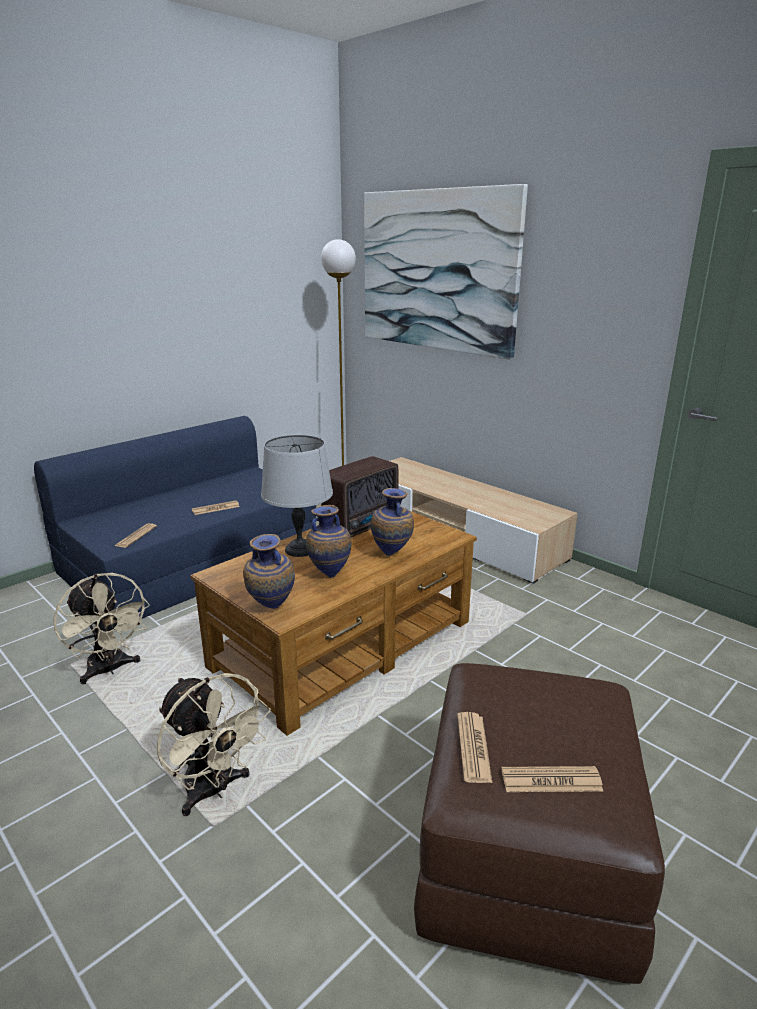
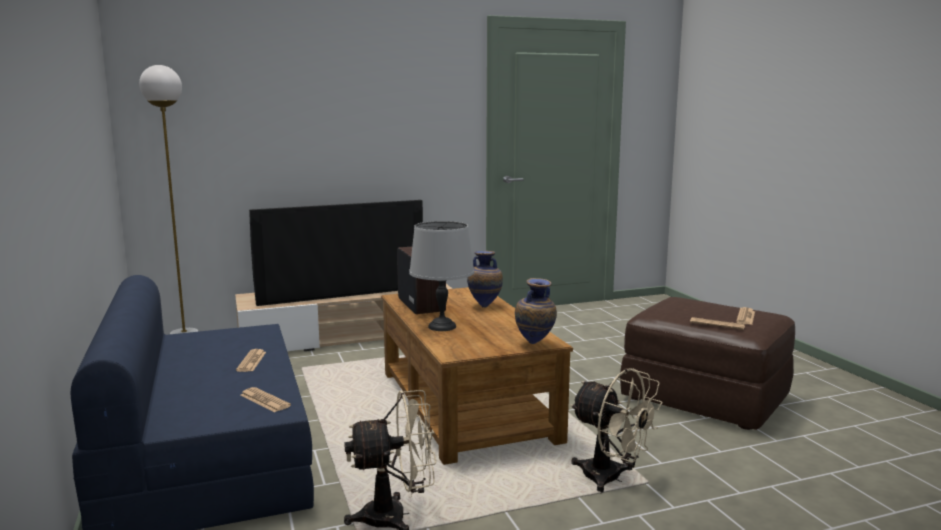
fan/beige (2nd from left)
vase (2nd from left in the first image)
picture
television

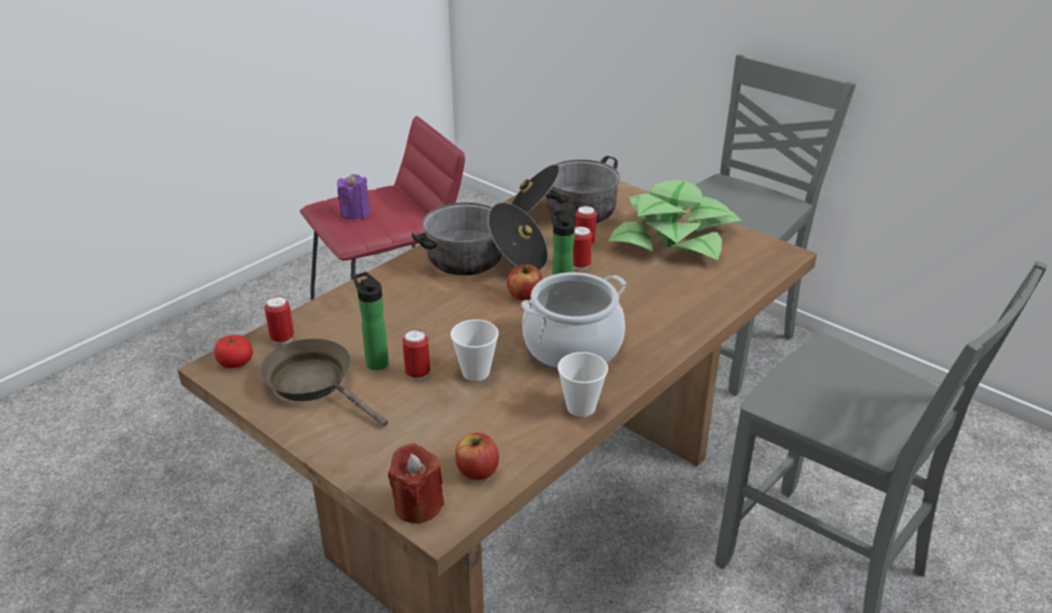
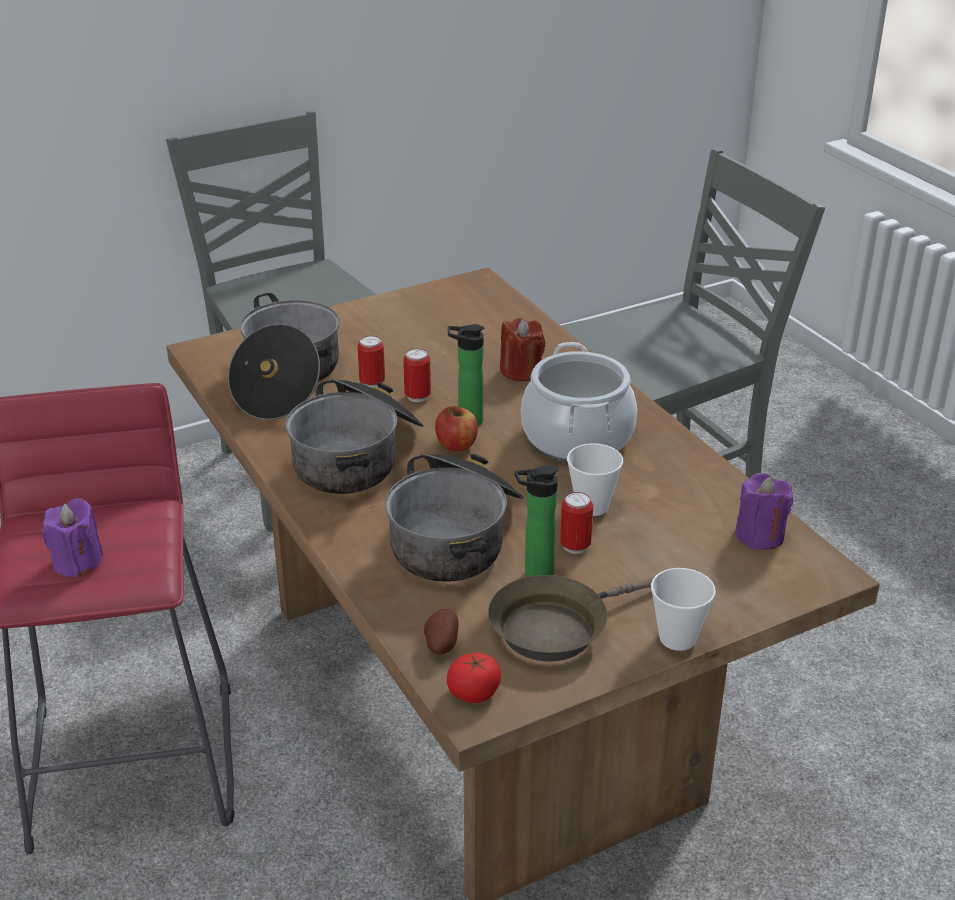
potato
candle/red
candle/purple (2nd from left)
cup (2nd from left)
potted plant
cooking pot (3rd from left)

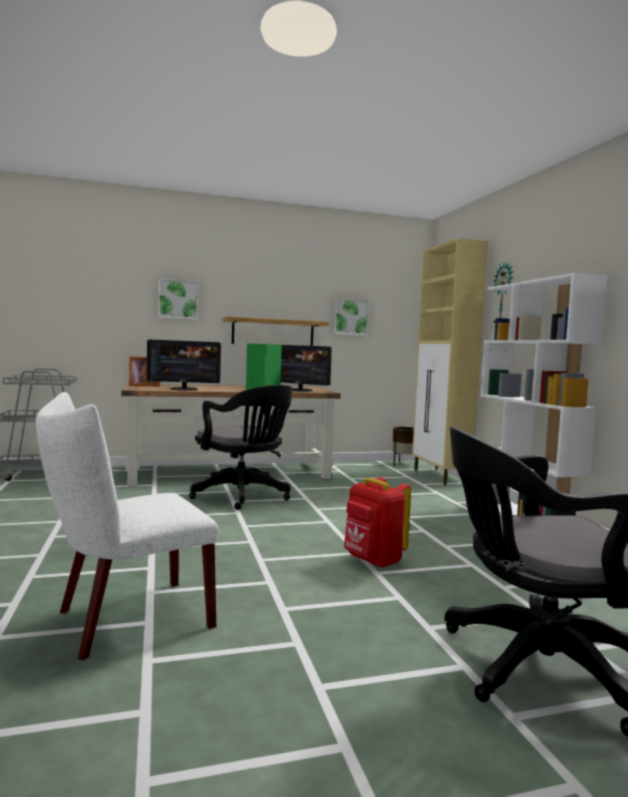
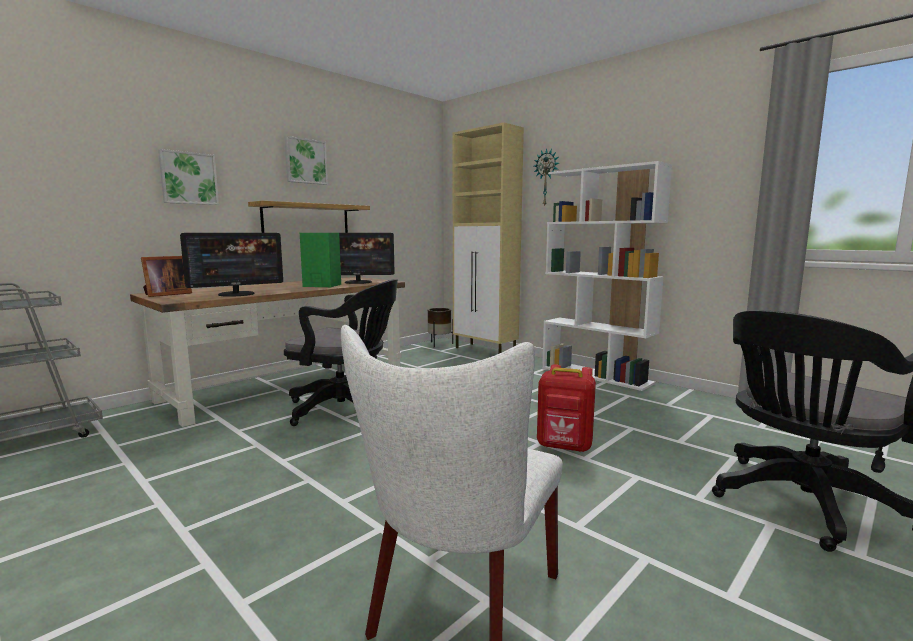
picture (2nd from left)

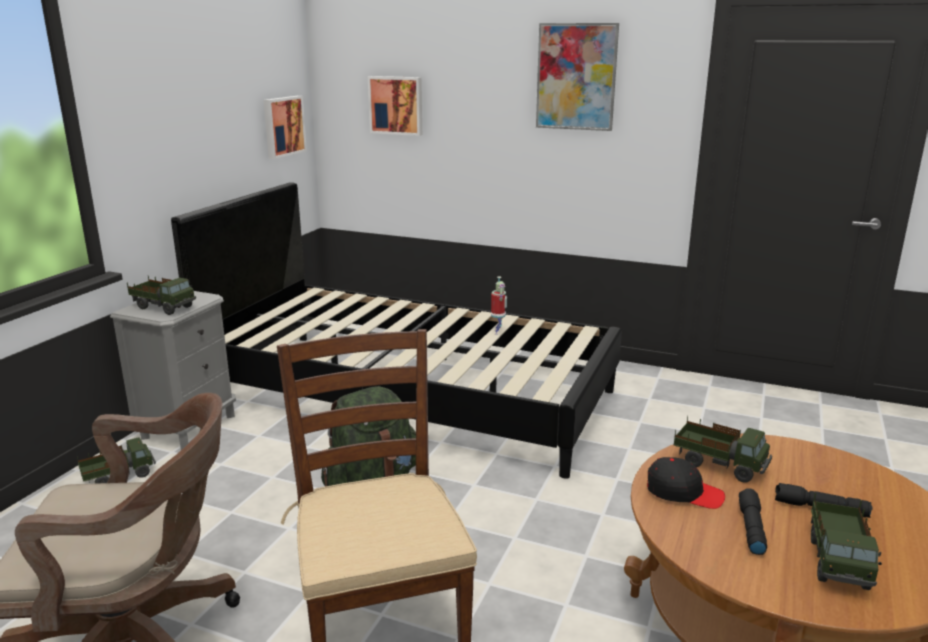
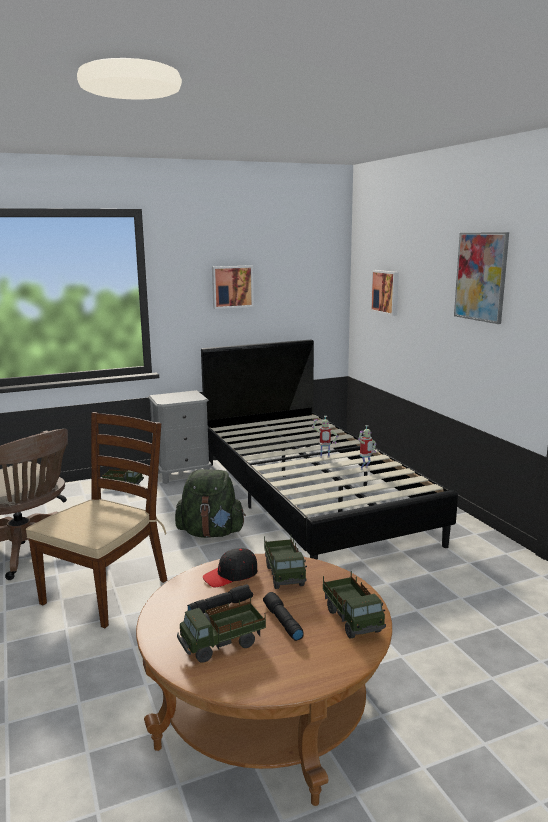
toy truck (4th from left)
picture (1st from left)
cap/black
toy robot (1st from left)

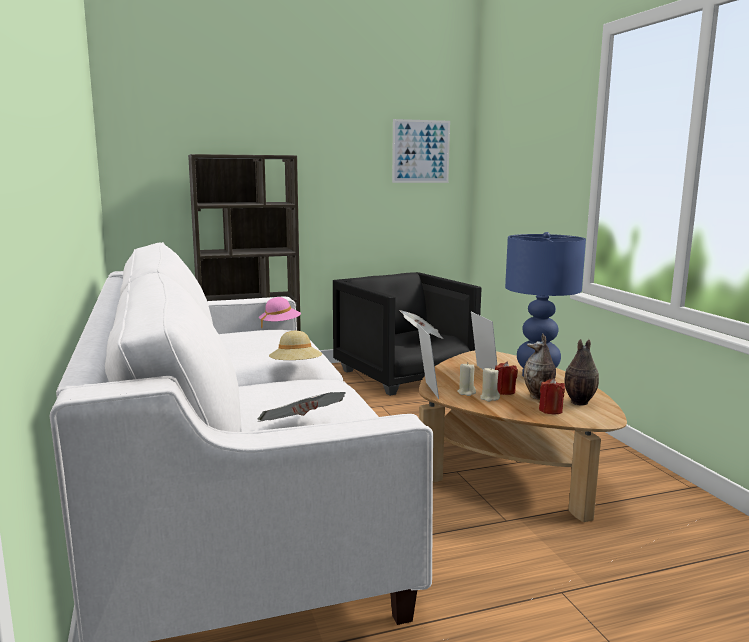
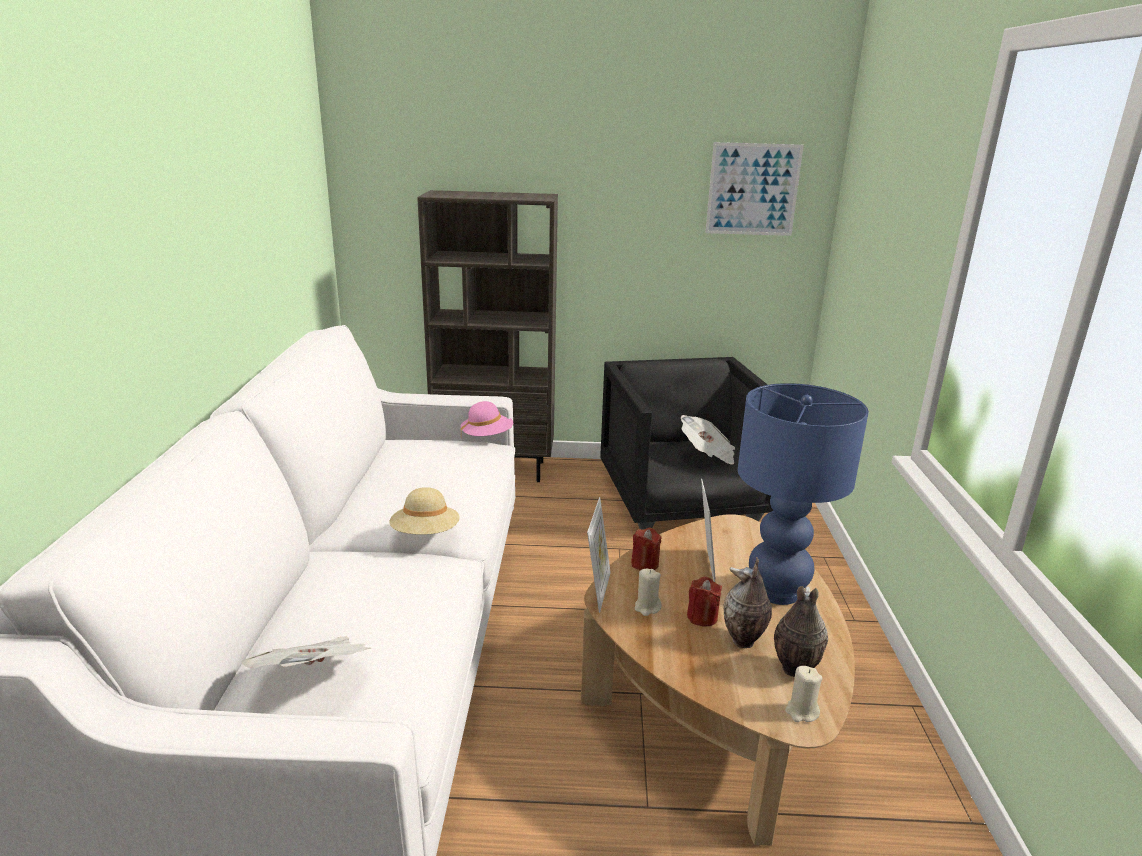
candle/beige (2nd from left)
candle/red (1st from left)

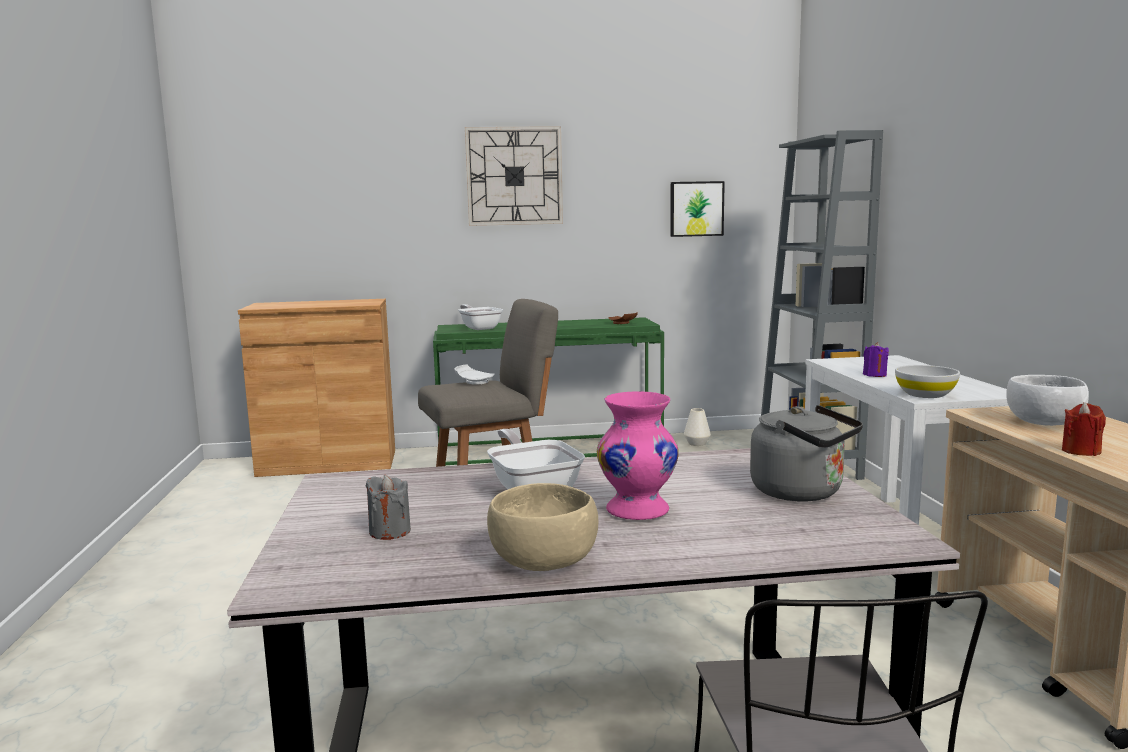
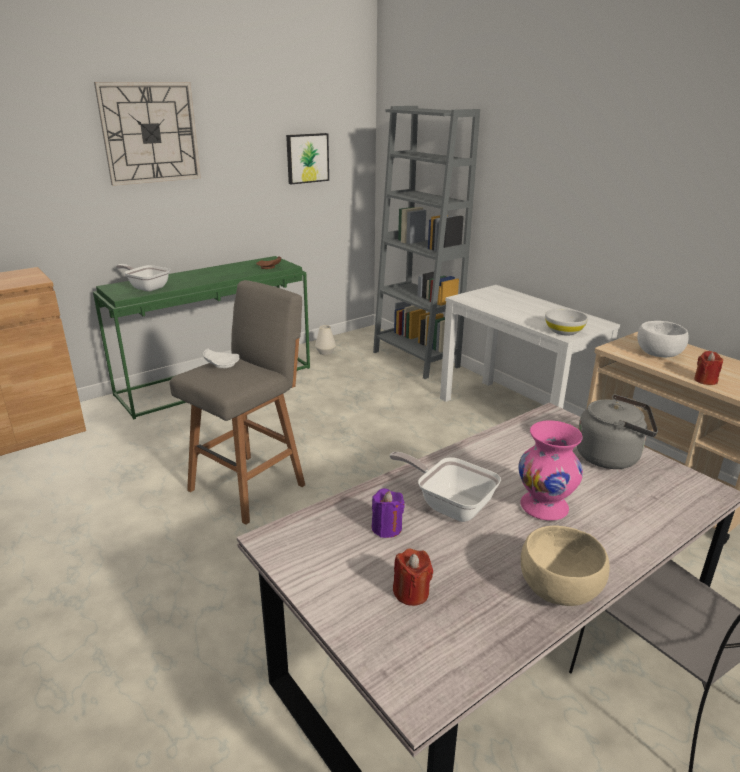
candle/red (1st from left)
candle/purple

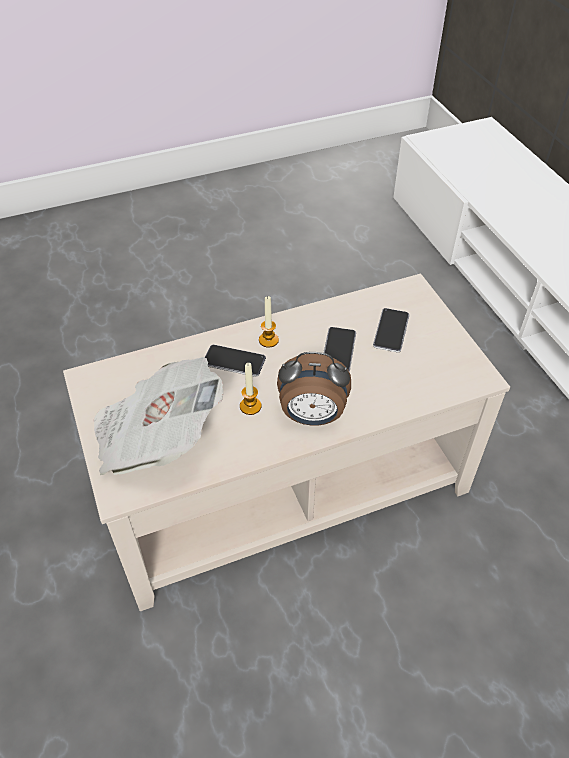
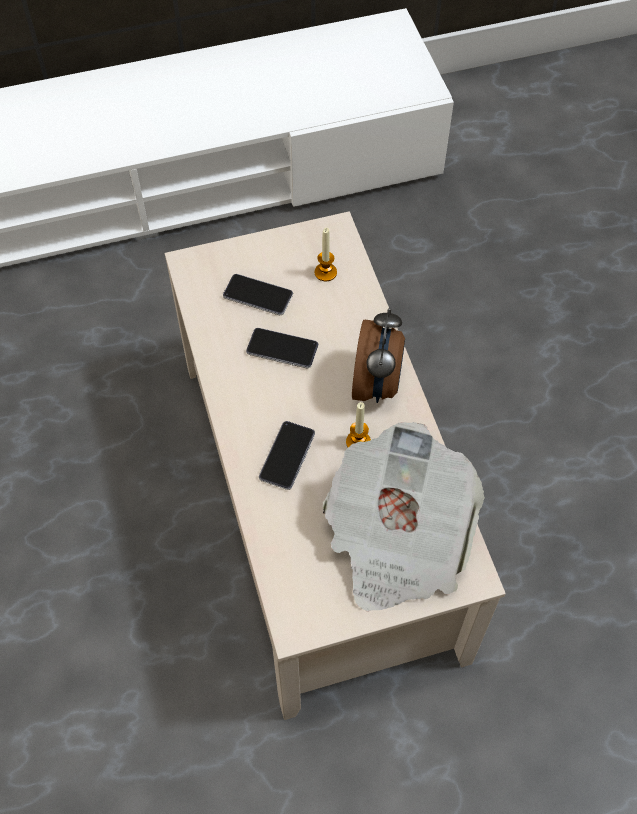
candle (1st from left)

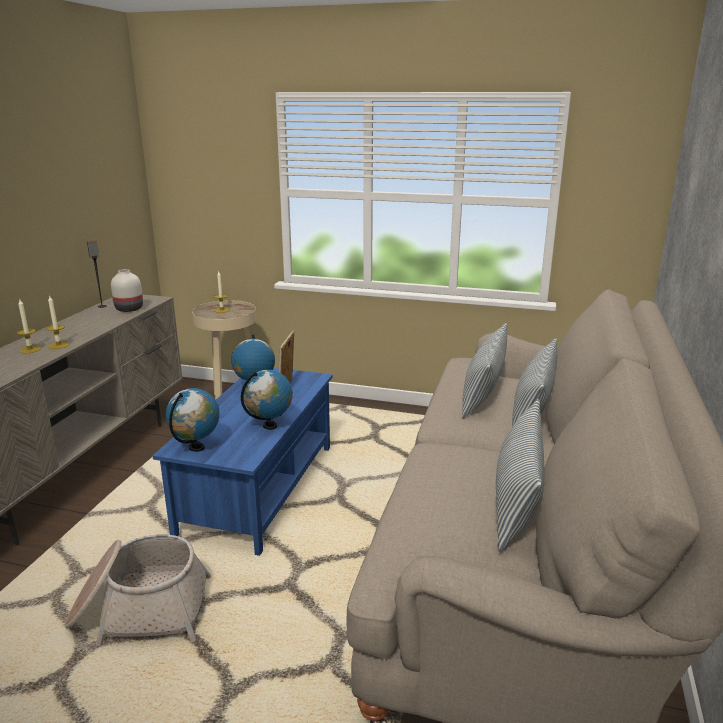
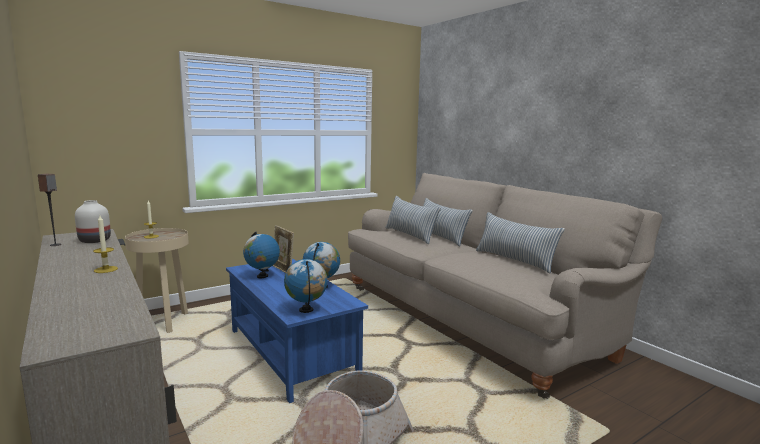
candle (1st from left in the first image)

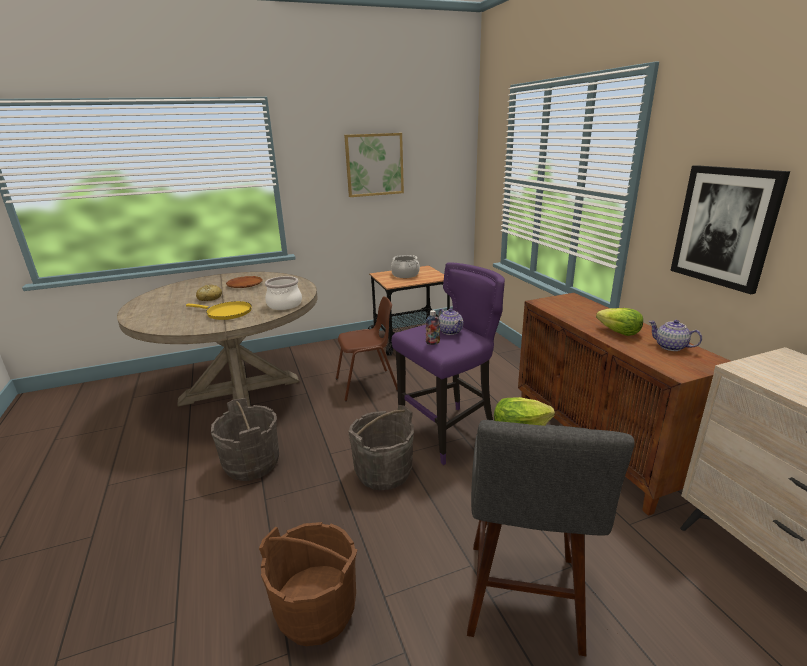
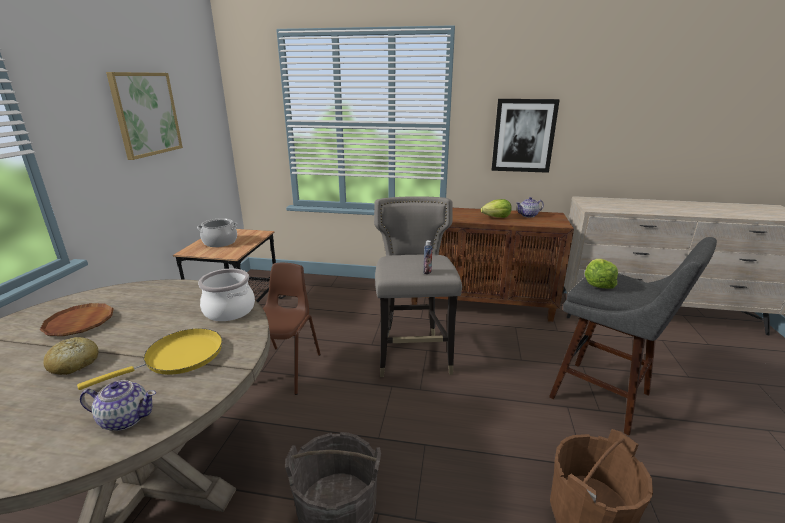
bucket/grey (2nd from left in the first image)
stool/grey (1st from left)
teapot (1st from left)

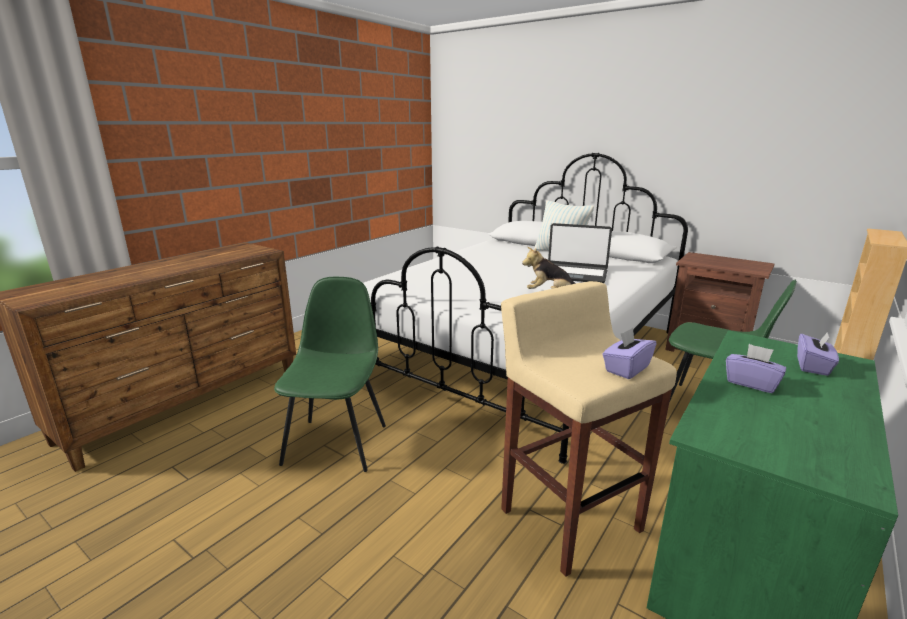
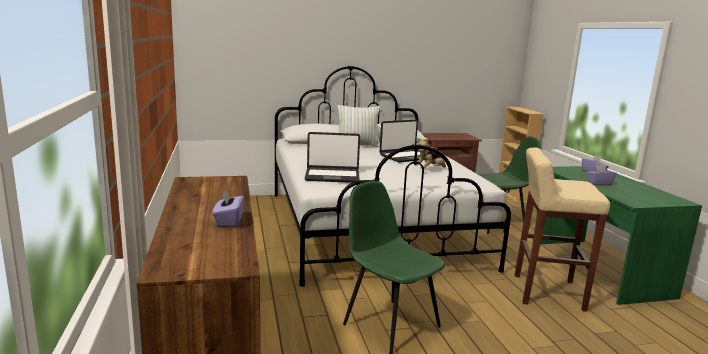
tissue box/purple (1st from left)
laptop (1st from left)

